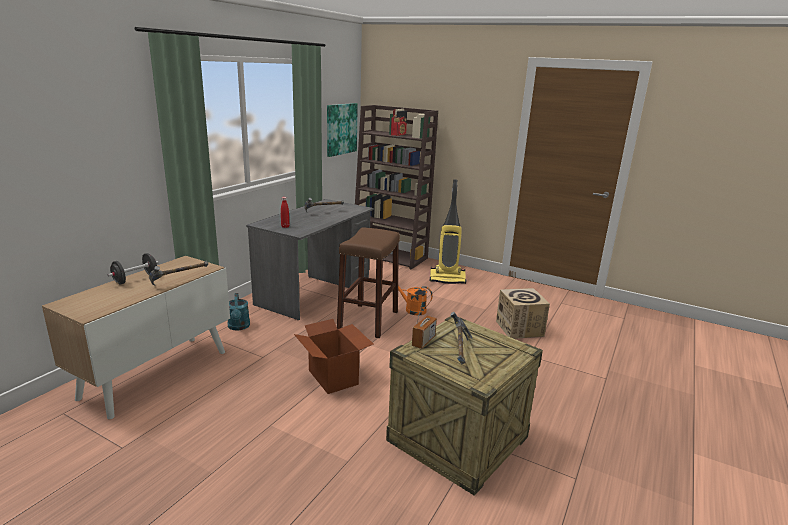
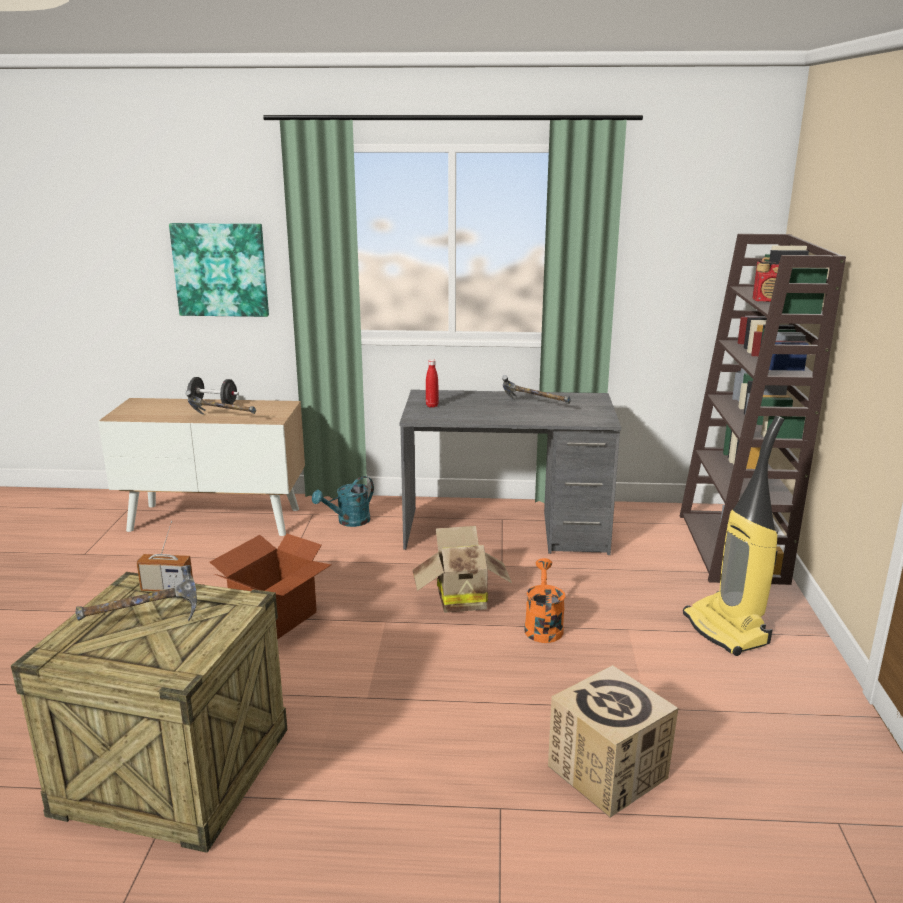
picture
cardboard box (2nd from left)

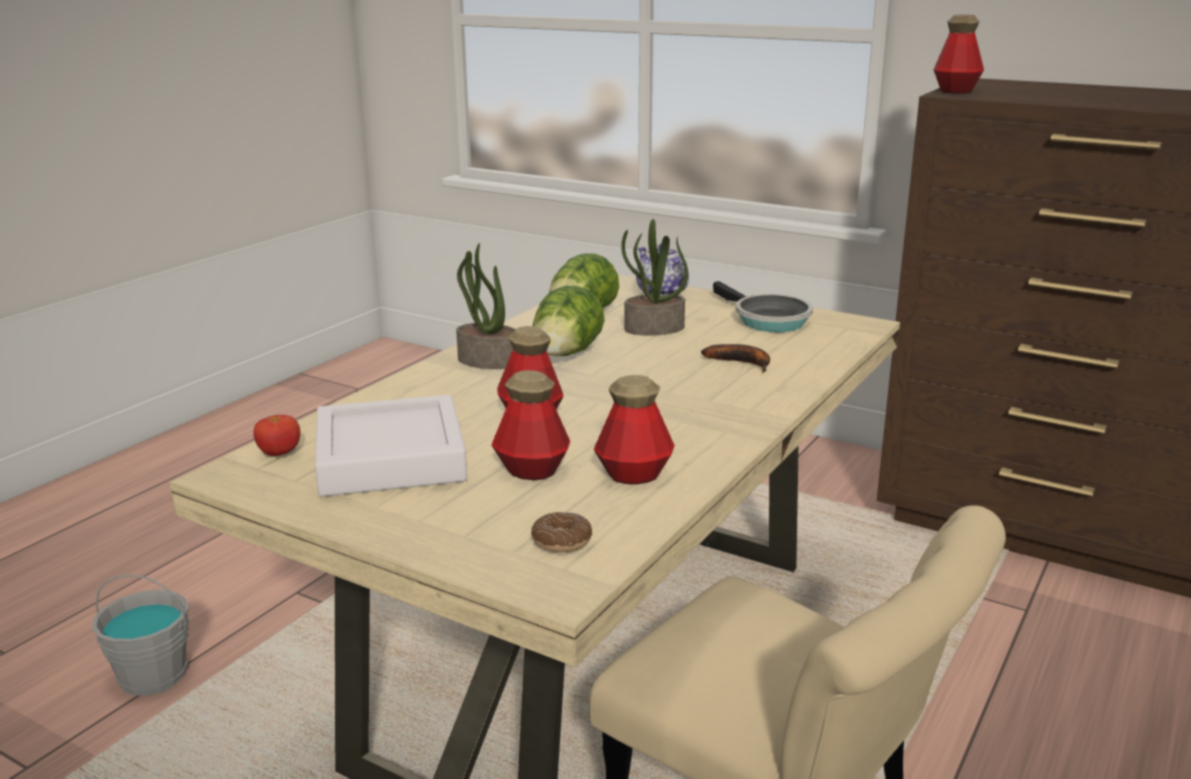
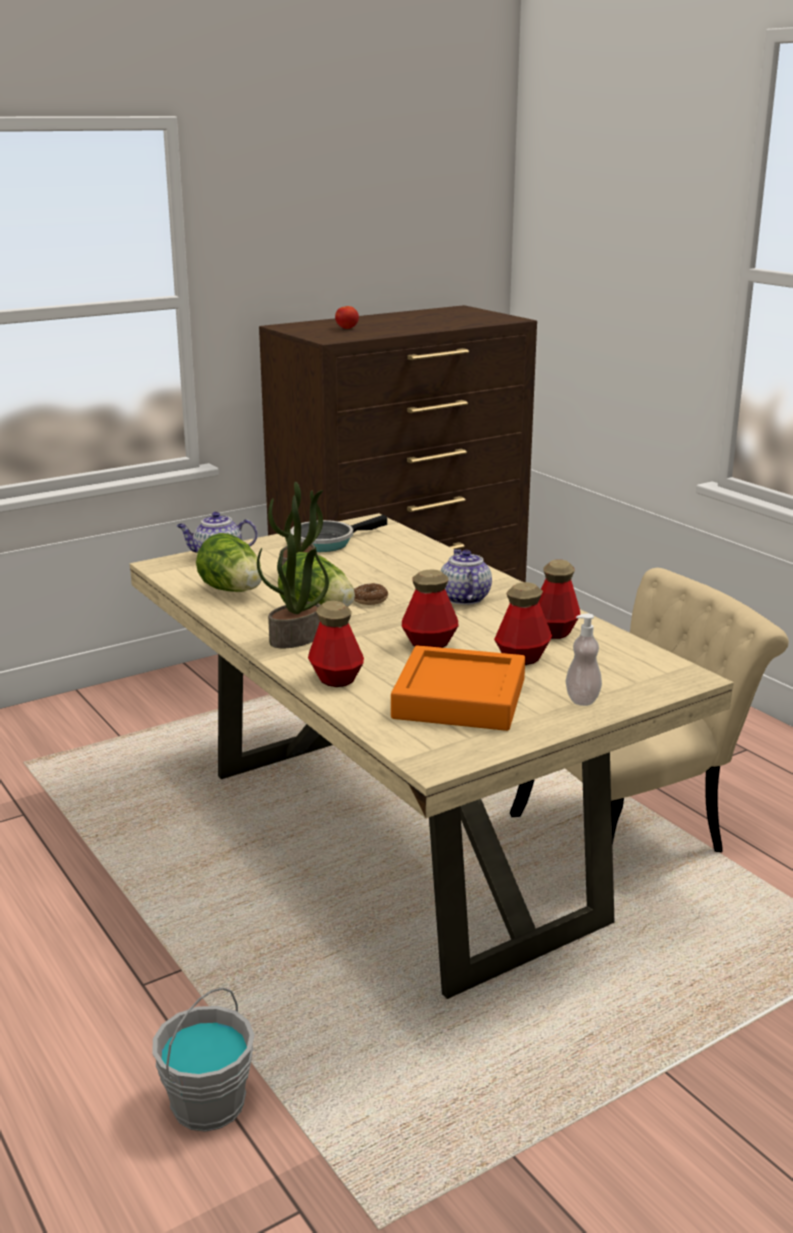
tomato
tray/orange
donut
banana
frying pan
bottle (1st from left)
teapot (2nd from left)
soap dispenser

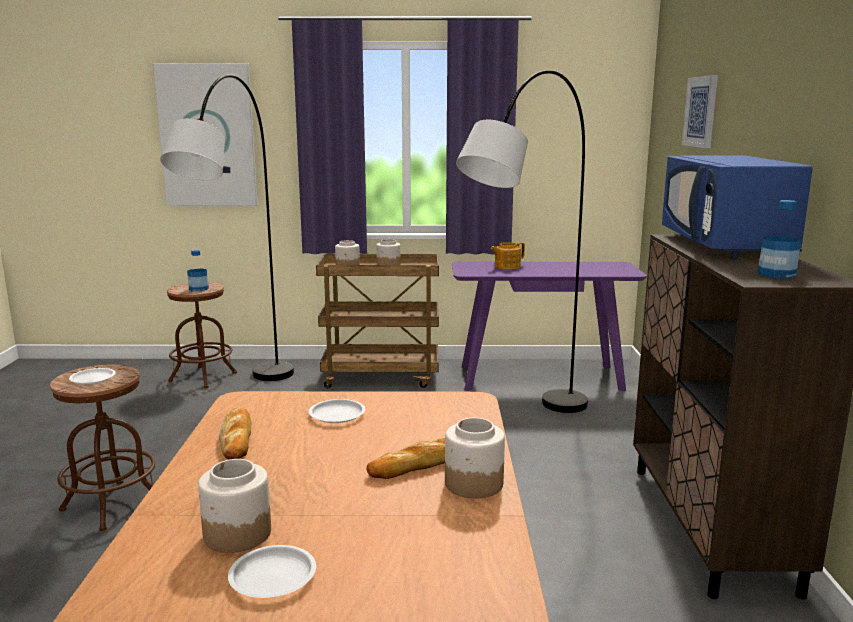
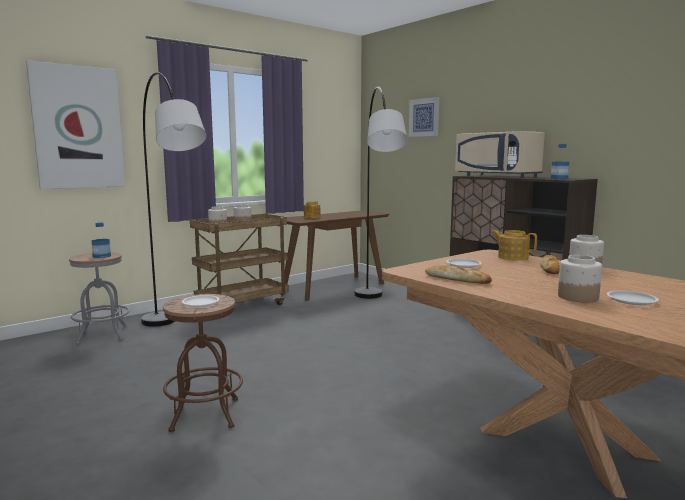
stool/grey
console table/brown
microwave/beige
teapot (2nd from left)

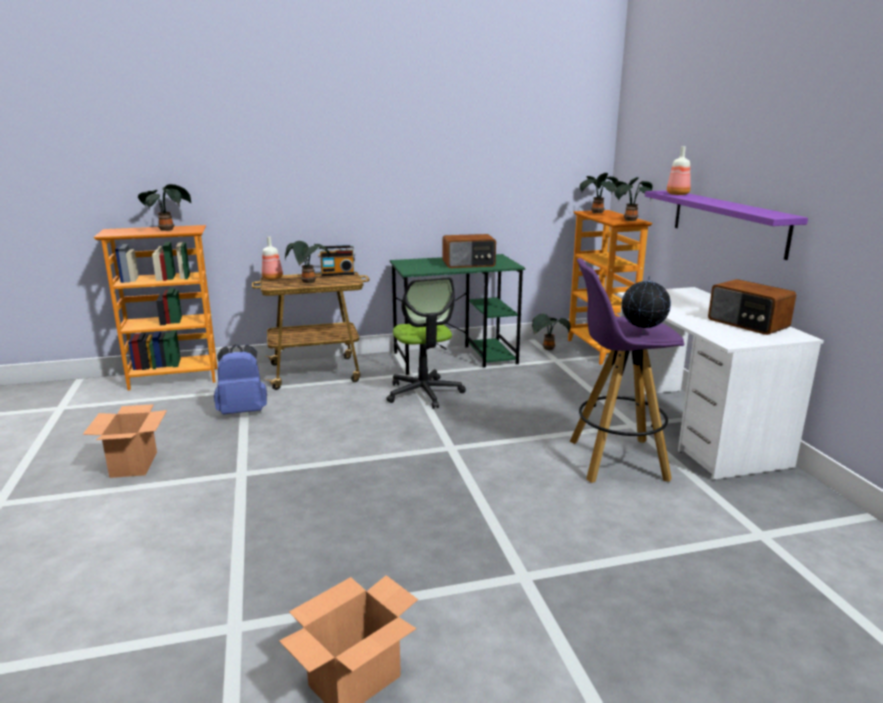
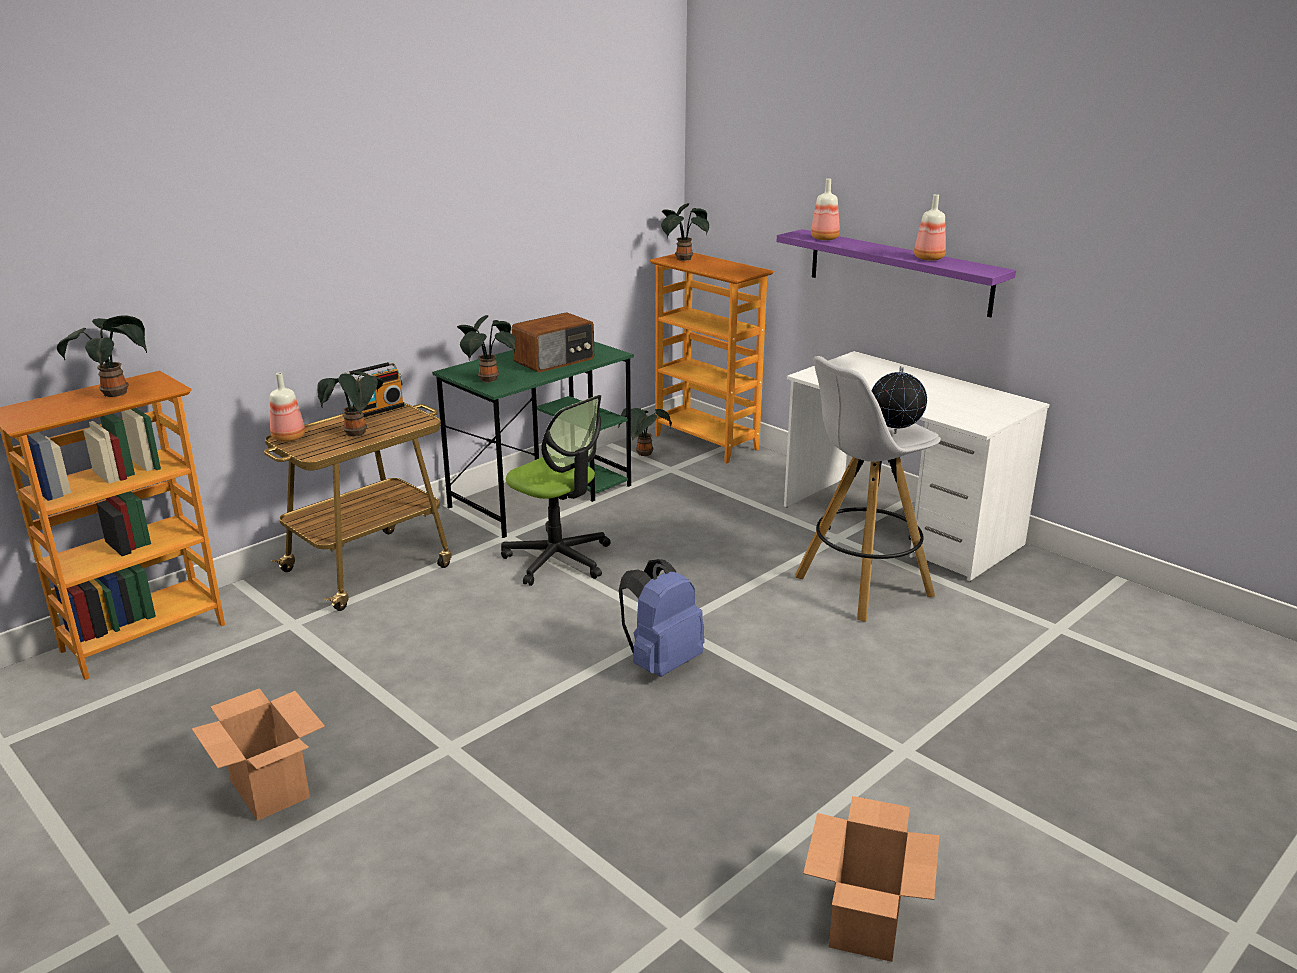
backpack/blue
stool/white
potted plant (3rd from left)
radio (3rd from left in the first image)
bottle (3rd from left)

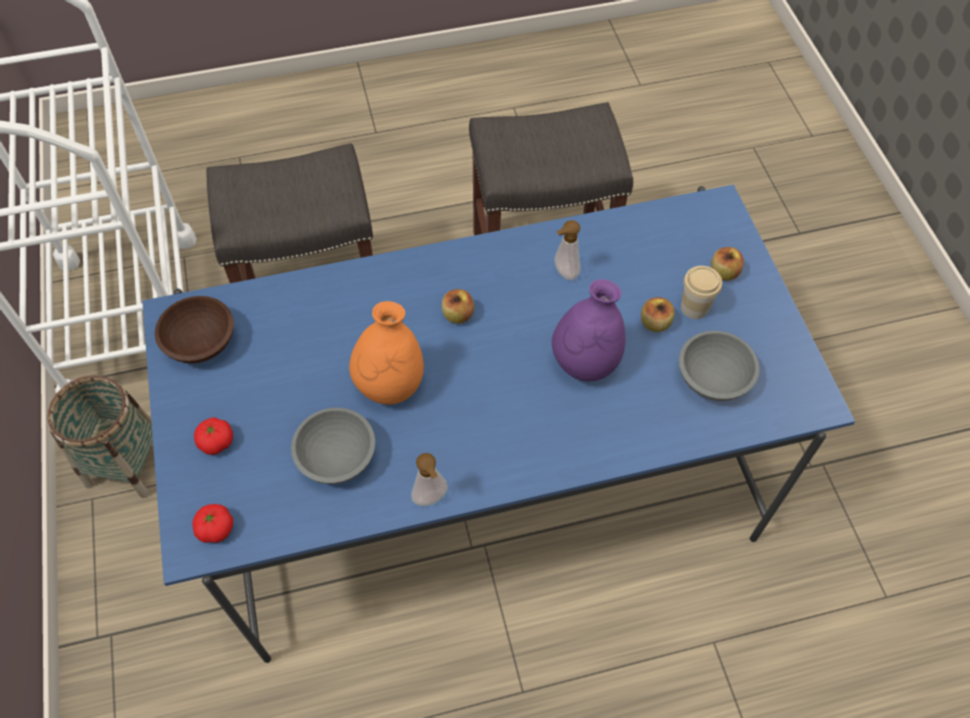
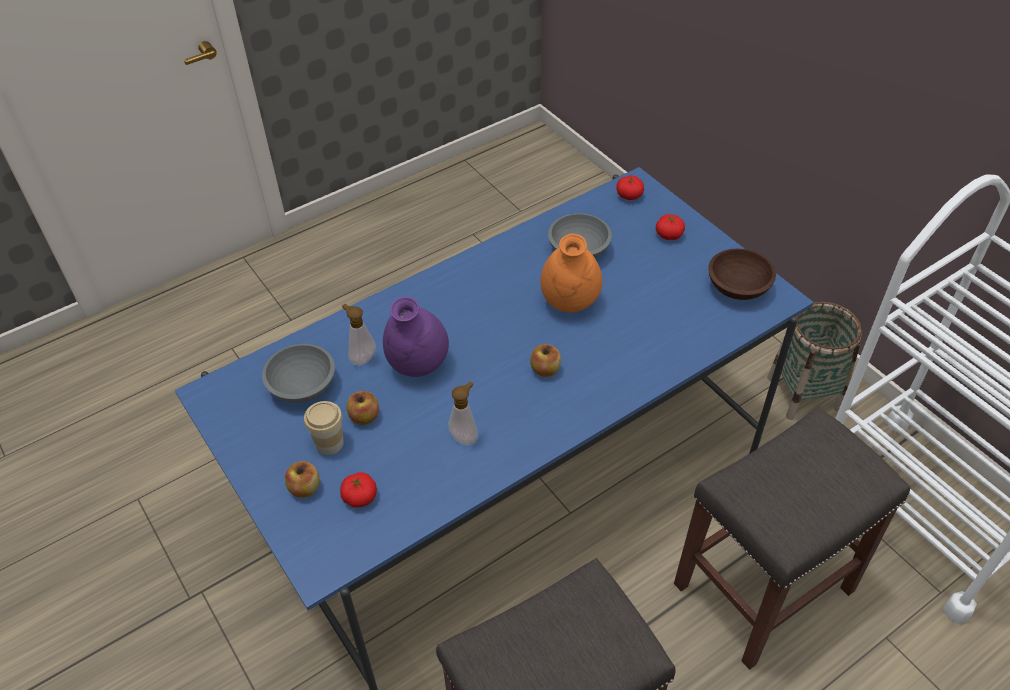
soap dispenser (1st from left)
tomato (1st from left)

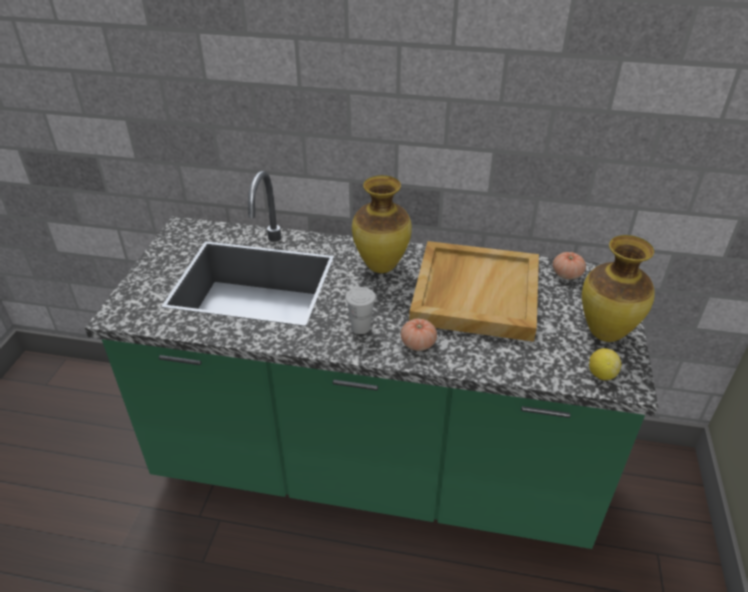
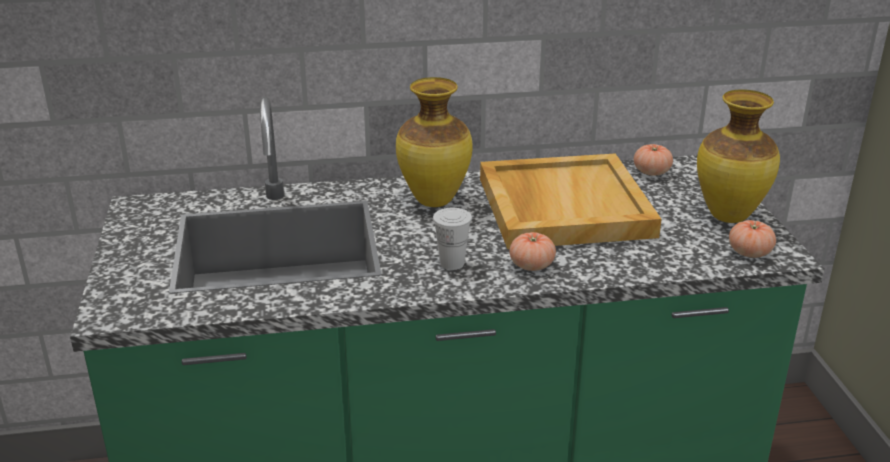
tomato (3rd from left)

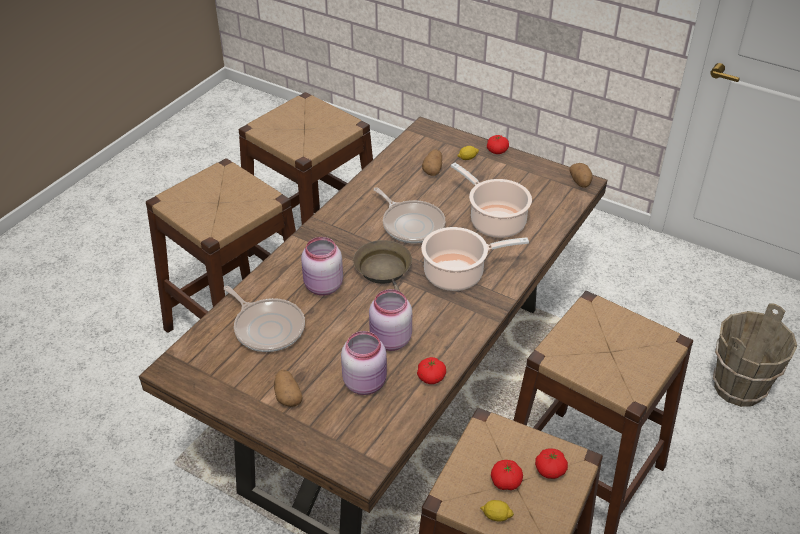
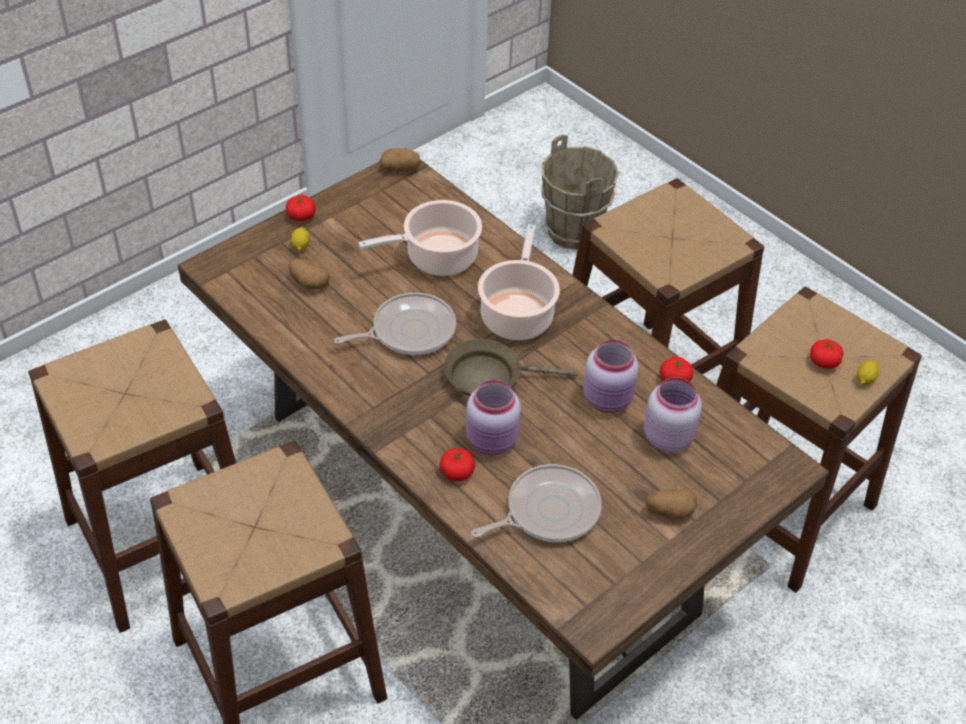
tomato (2nd from left)

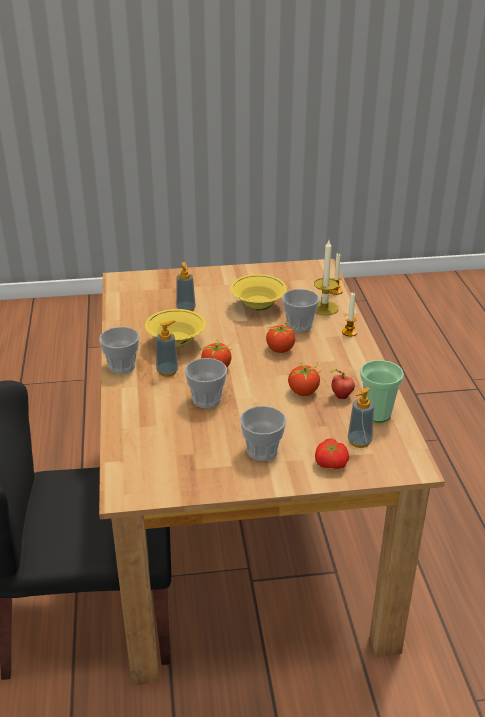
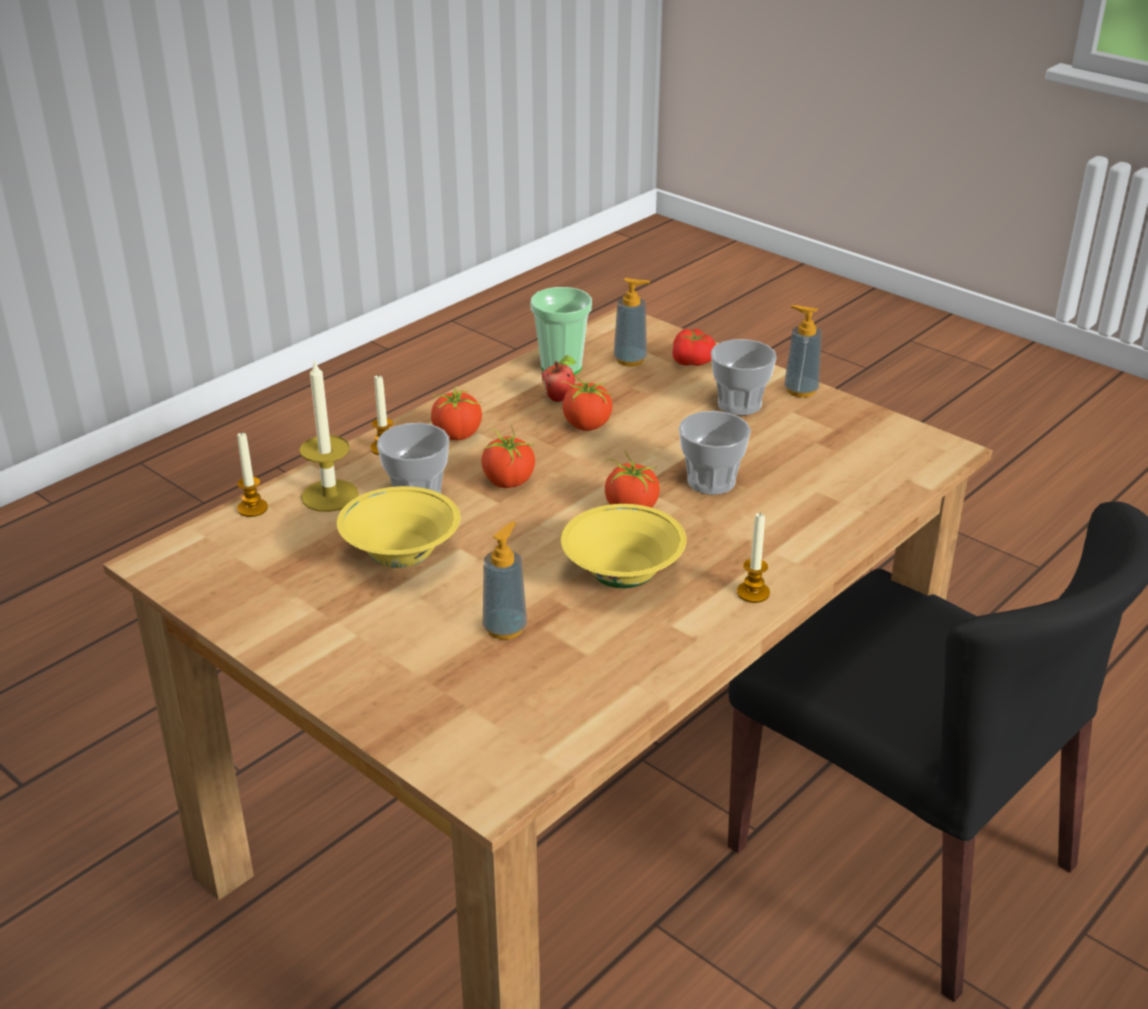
candle (4th from left)
soap dispenser (3rd from left)
tomato (1st from left)

